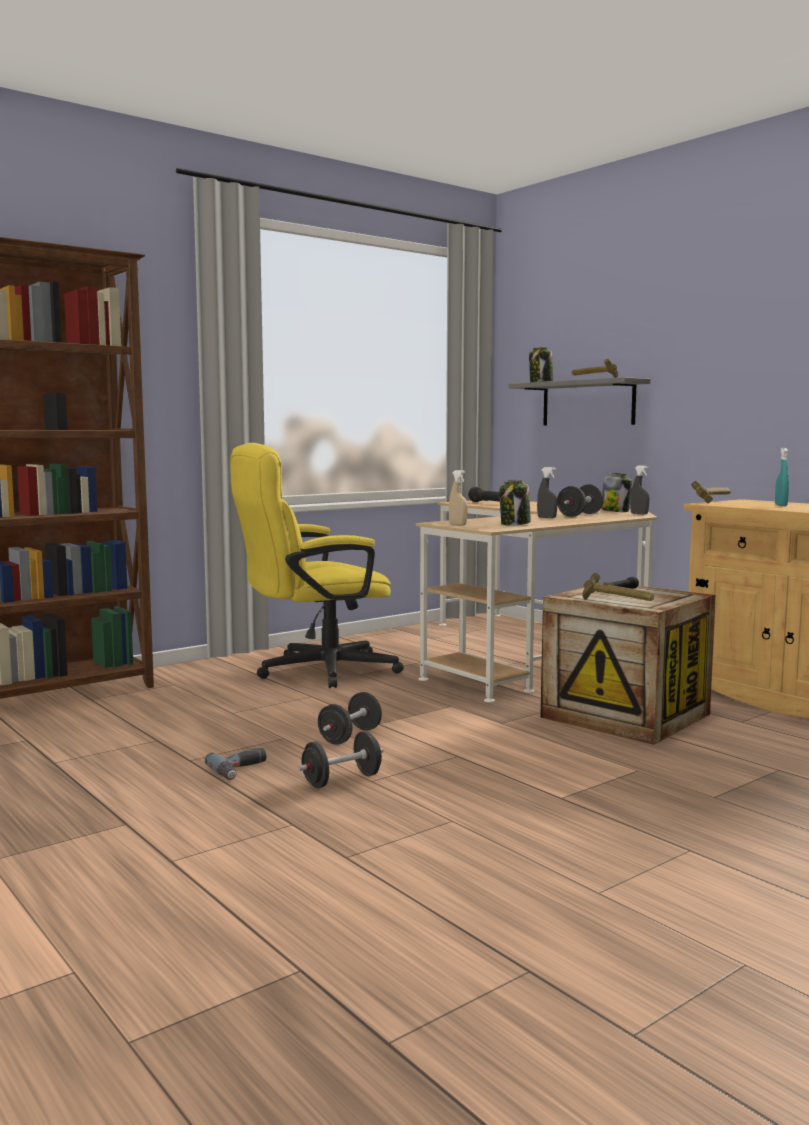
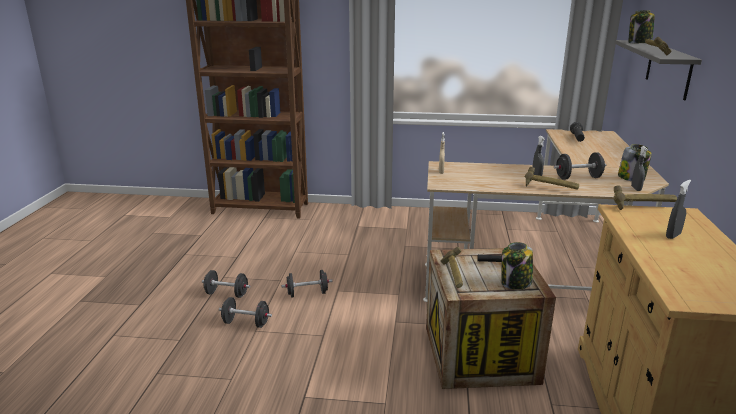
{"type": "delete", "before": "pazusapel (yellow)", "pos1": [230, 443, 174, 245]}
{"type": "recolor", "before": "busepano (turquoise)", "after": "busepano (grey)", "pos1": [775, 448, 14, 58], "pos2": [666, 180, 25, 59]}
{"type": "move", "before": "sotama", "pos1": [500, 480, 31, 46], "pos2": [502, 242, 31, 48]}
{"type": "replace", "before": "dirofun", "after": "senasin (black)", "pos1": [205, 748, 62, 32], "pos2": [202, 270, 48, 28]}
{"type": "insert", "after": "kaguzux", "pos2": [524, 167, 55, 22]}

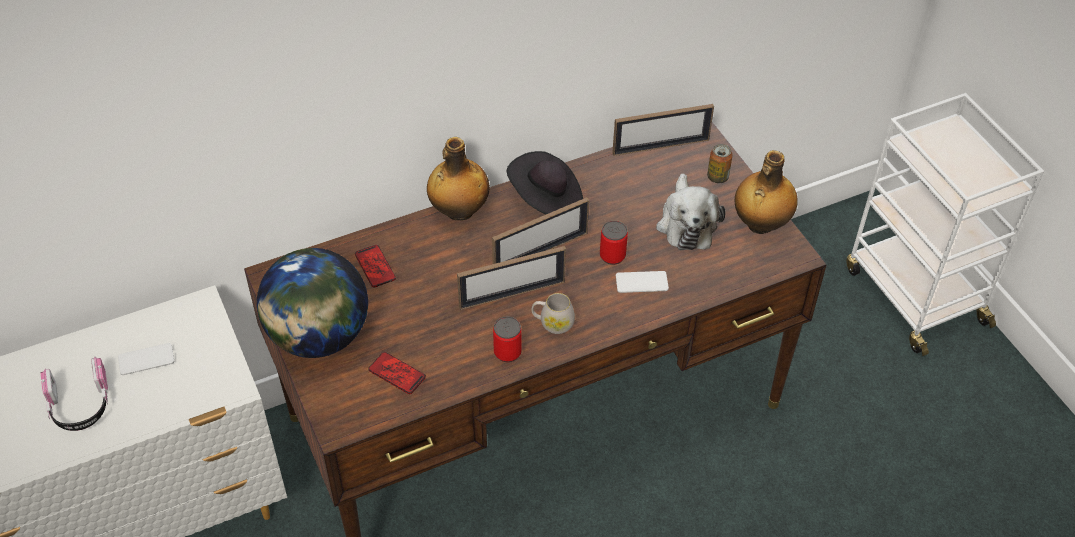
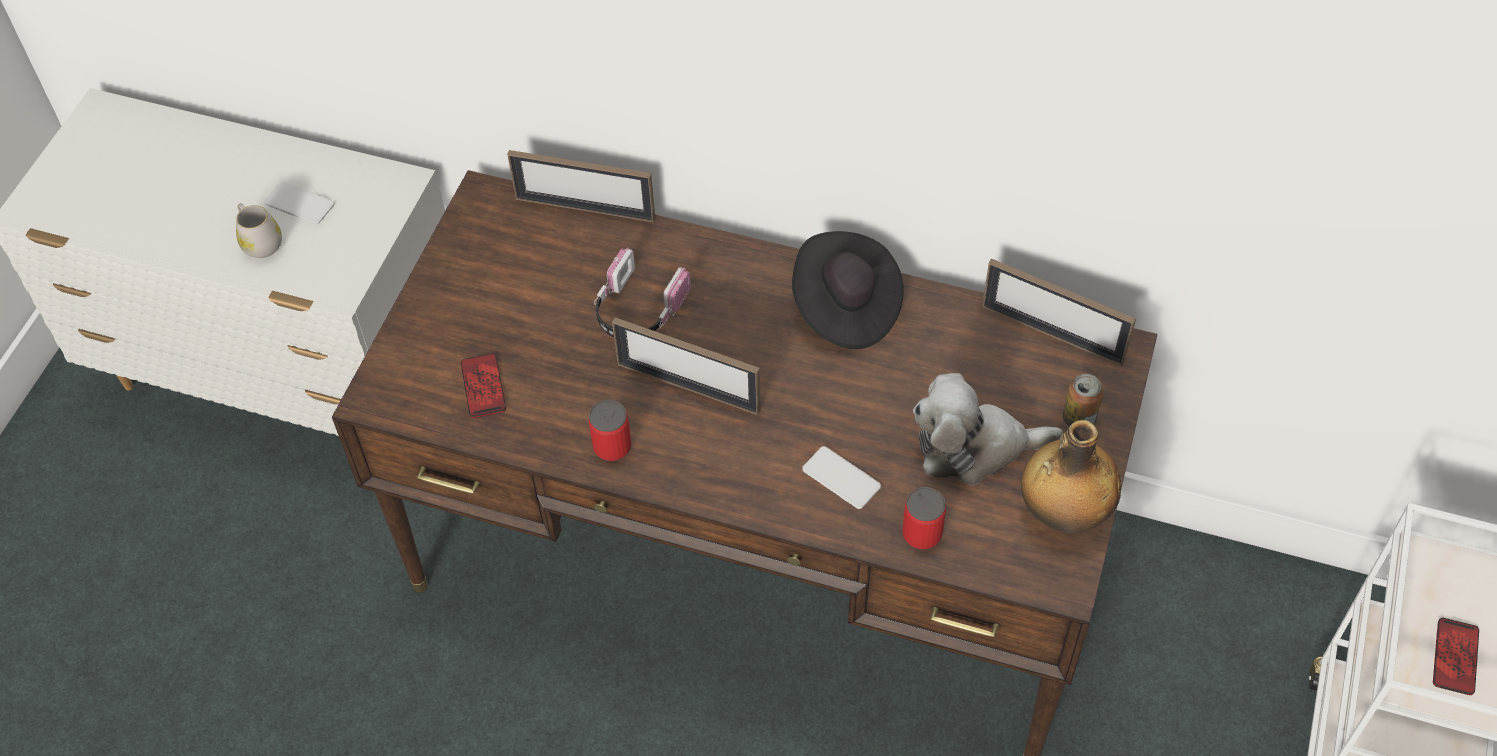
{"type": "delete", "before": "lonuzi", "pos1": [427, 137, 63, 84]}
{"type": "rotate", "before": "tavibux", "pos1": [656, 173, 70, 77], "pos2": [913, 373, 150, 112], "turn": 45}
{"type": "move", "before": "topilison", "pos1": [492, 197, 97, 67], "pos2": [507, 150, 148, 72]}
{"type": "move", "before": "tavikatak", "pos1": [600, 221, 28, 44], "pos2": [902, 487, 44, 63]}
{"type": "move", "before": "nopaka", "pos1": [355, 245, 41, 42], "pos2": [1433, 618, 46, 77]}
{"type": "delete", "before": "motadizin", "pos1": [257, 248, 111, 110]}
{"type": "move", "before": "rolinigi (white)", "pos1": [532, 293, 43, 41], "pos2": [236, 203, 46, 55]}
{"type": "move", "before": "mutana", "pos1": [41, 357, 67, 74], "pos2": [594, 247, 97, 91]}

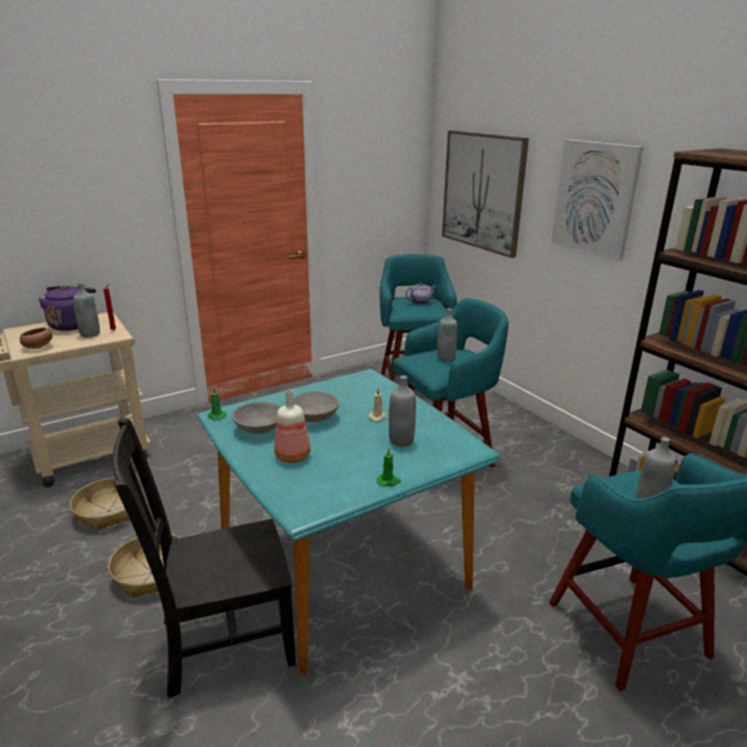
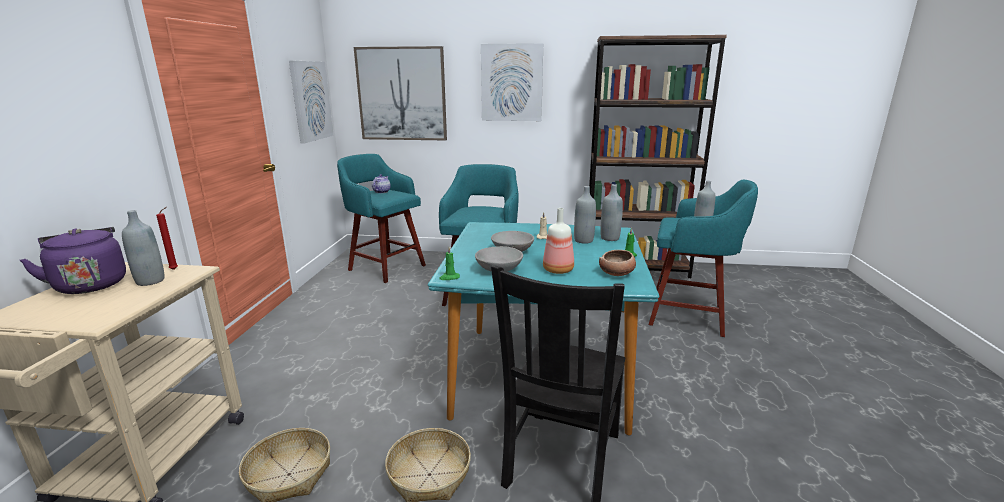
{"type": "move", "before": "lonuzi (grey)", "pos1": [437, 308, 21, 53], "pos2": [600, 184, 23, 57]}
{"type": "move", "before": "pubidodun", "pos1": [20, 327, 32, 22], "pos2": [599, 250, 37, 26]}
{"type": "insert", "after": "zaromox", "pos2": [289, 61, 45, 83]}

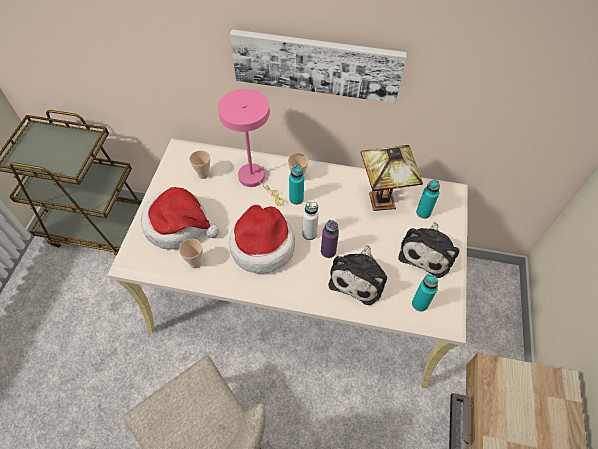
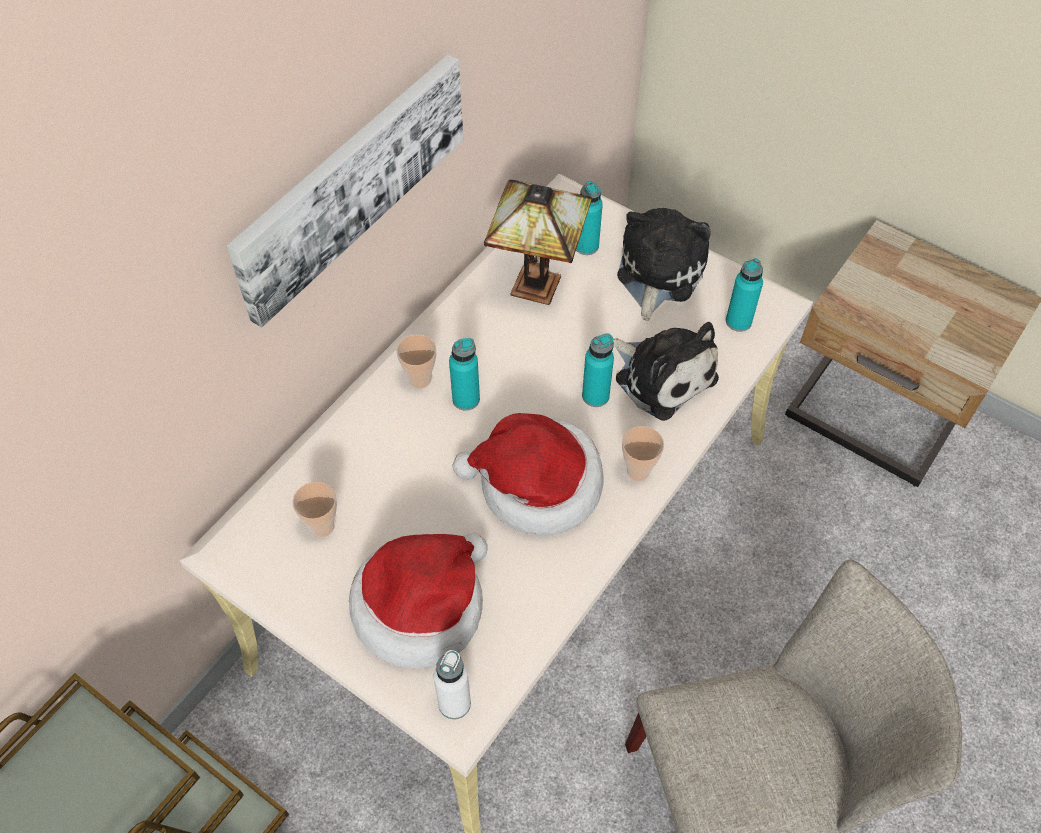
{"type": "delete", "before": "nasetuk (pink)", "pos1": [218, 89, 66, 117]}
{"type": "move", "before": "lonuzi (white)", "pos1": [302, 201, 17, 39], "pos2": [433, 650, 38, 69]}
{"type": "recolor", "before": "lonuzi (purple)", "after": "lonuzi (turquoise)", "pos1": [321, 220, 18, 38], "pos2": [582, 333, 32, 74]}
{"type": "rotate", "before": "tavibux", "pos1": [398, 222, 62, 56], "pos2": [617, 208, 94, 113], "turn": -120}
{"type": "move", "before": "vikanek", "pos1": [179, 239, 24, 29], "pos2": [622, 426, 42, 55]}

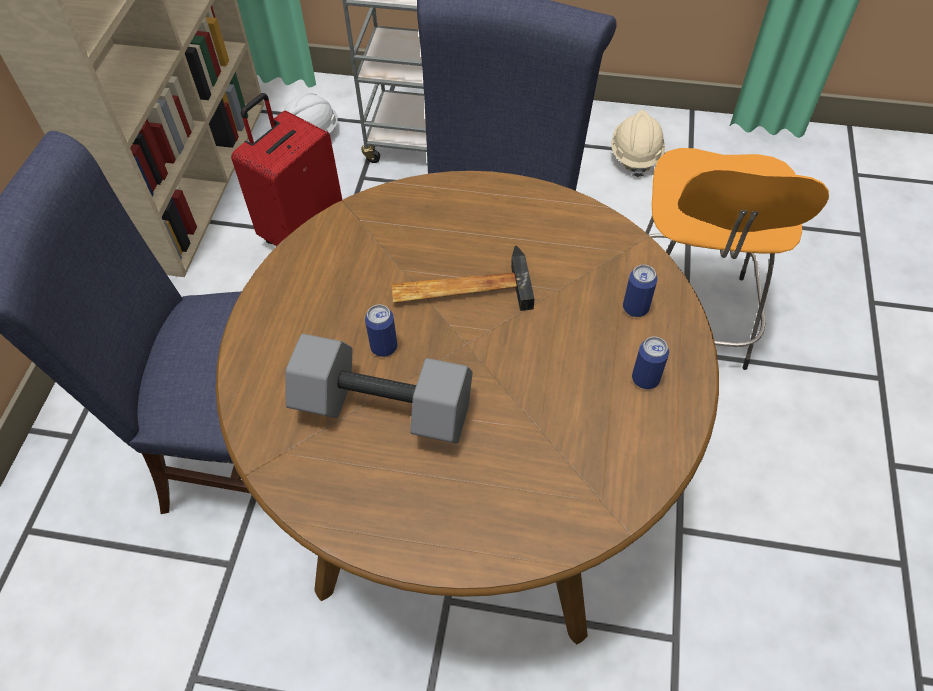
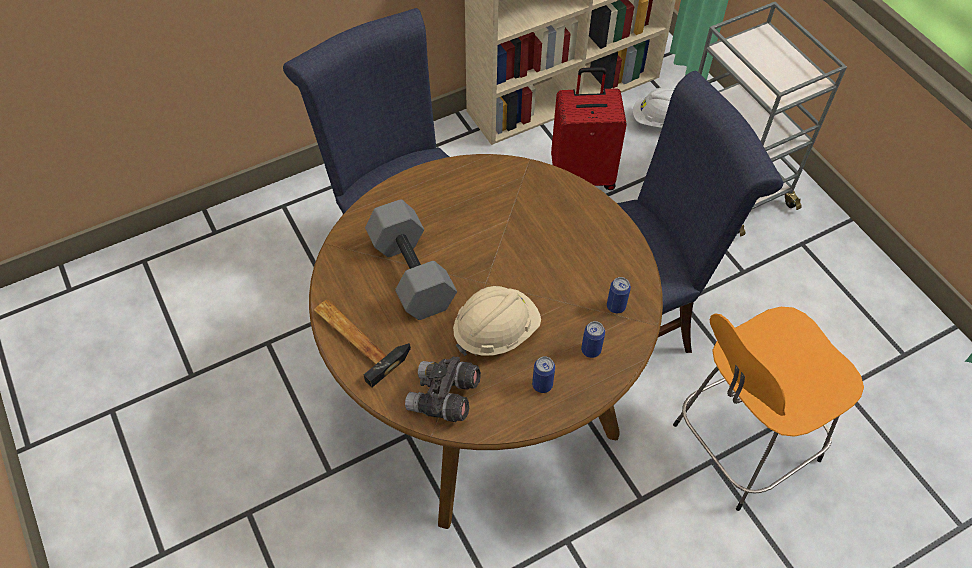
{"type": "move", "before": "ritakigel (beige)", "pos1": [611, 110, 54, 67], "pos2": [453, 286, 88, 70]}
{"type": "move", "before": "kaguzux", "pos1": [391, 246, 144, 65], "pos2": [314, 299, 97, 88]}
{"type": "move", "before": "tavikatak", "pos1": [365, 304, 32, 53], "pos2": [607, 277, 24, 36]}
{"type": "insert", "after": "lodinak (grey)", "pos2": [405, 356, 76, 66]}

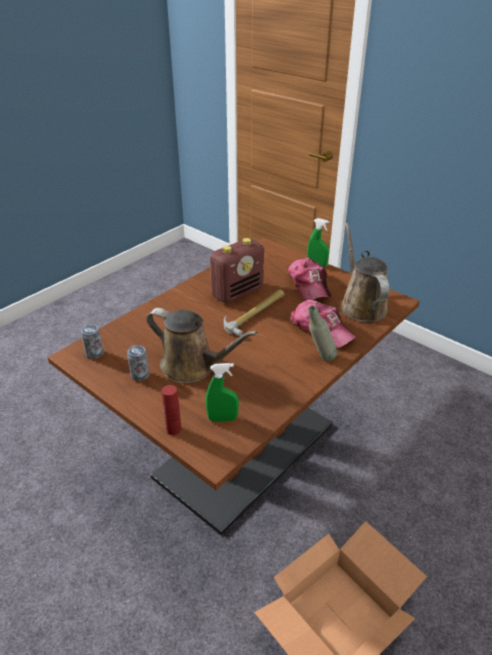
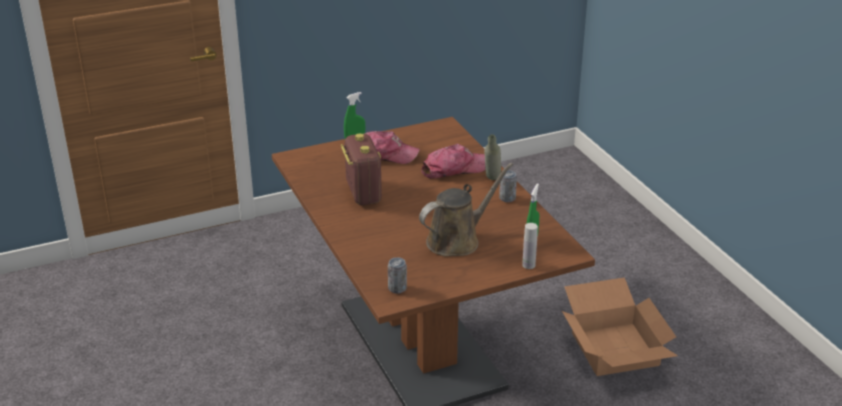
{"type": "delete", "before": "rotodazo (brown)", "pos1": [340, 223, 49, 99]}
{"type": "delete", "before": "kaguzux", "pos1": [224, 290, 60, 46]}
{"type": "move", "before": "tavikatak", "pos1": [127, 345, 23, 36], "pos2": [499, 170, 18, 32]}
{"type": "recolor", "before": "lonuzi (red)", "after": "lonuzi (white)", "pos1": [162, 385, 19, 50], "pos2": [522, 223, 16, 46]}

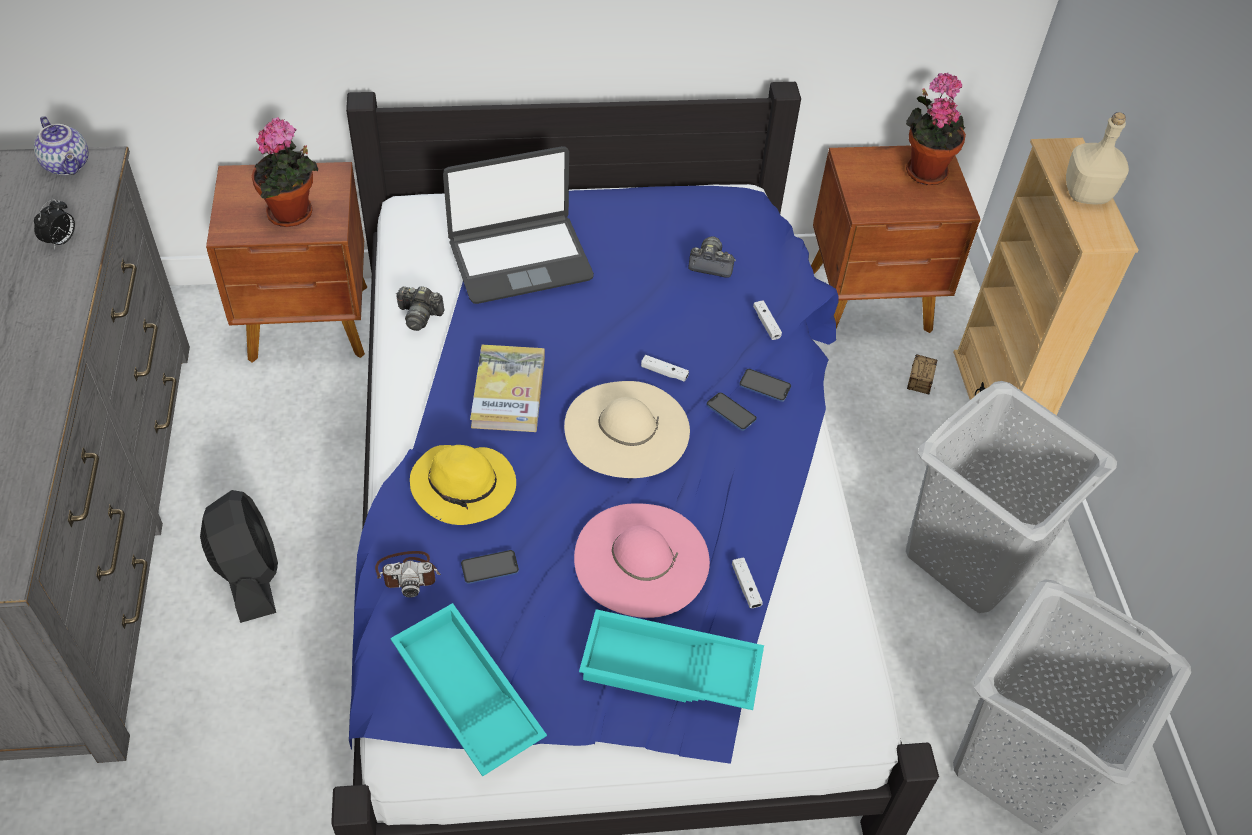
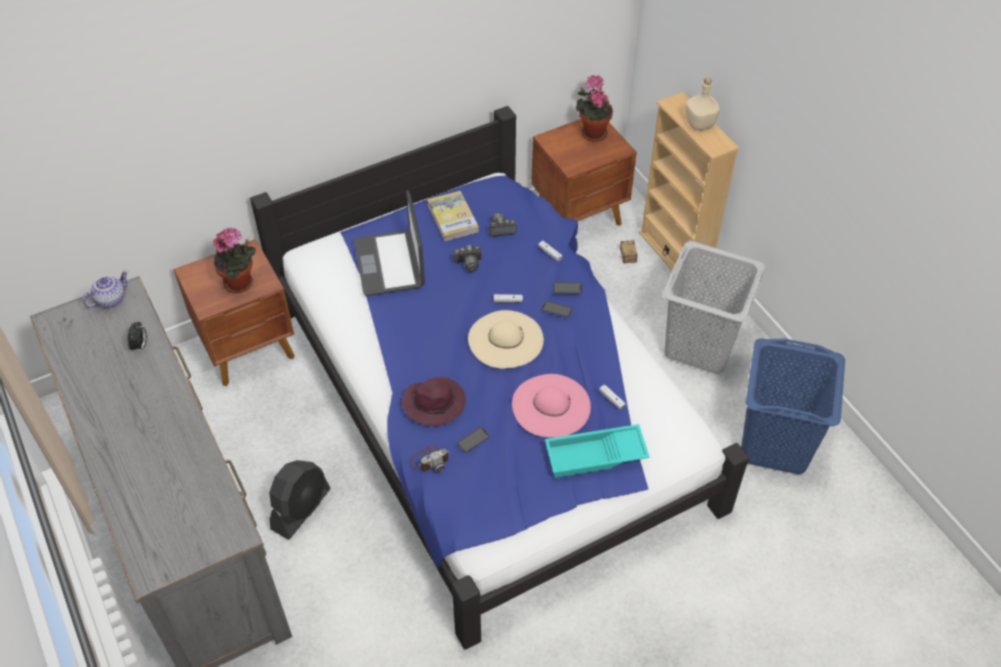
{"type": "rotate", "before": "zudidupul", "pos1": [34, 116, 55, 59], "pos2": [83, 270, 46, 38], "turn": -75}
{"type": "rotate", "before": "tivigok", "pos1": [443, 146, 151, 158], "pos2": [354, 191, 71, 105], "turn": 120}
{"type": "move", "before": "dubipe", "pos1": [396, 286, 48, 45], "pos2": [453, 245, 29, 27]}
{"type": "move", "before": "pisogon", "pos1": [470, 345, 75, 87], "pos2": [427, 191, 52, 50]}
{"type": "recolor", "before": "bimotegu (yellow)", "after": "bimotegu (purple)", "pos1": [410, 445, 106, 80], "pos2": [402, 377, 64, 49]}
{"type": "rotate", "before": "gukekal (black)", "pos1": [200, 490, 78, 133], "pos2": [269, 460, 61, 80], "turn": 75}
{"type": "recolor", "before": "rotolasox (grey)", "after": "rotolasox (blue)", "pos1": [953, 579, 238, 256], "pos2": [741, 338, 104, 136]}
{"type": "delete", "before": "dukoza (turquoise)", "pos1": [390, 603, 157, 174]}

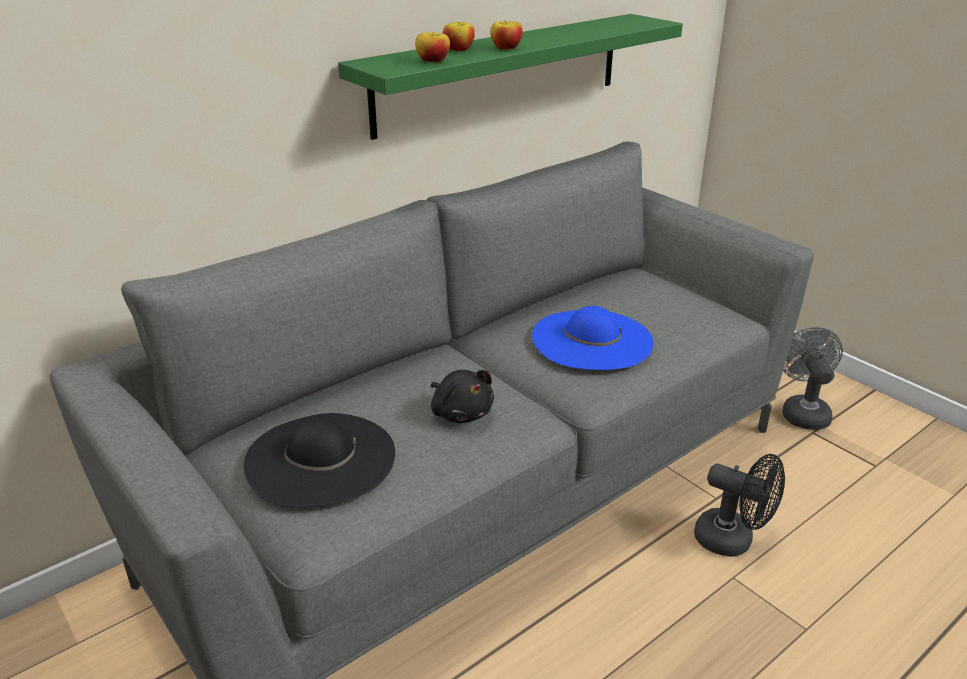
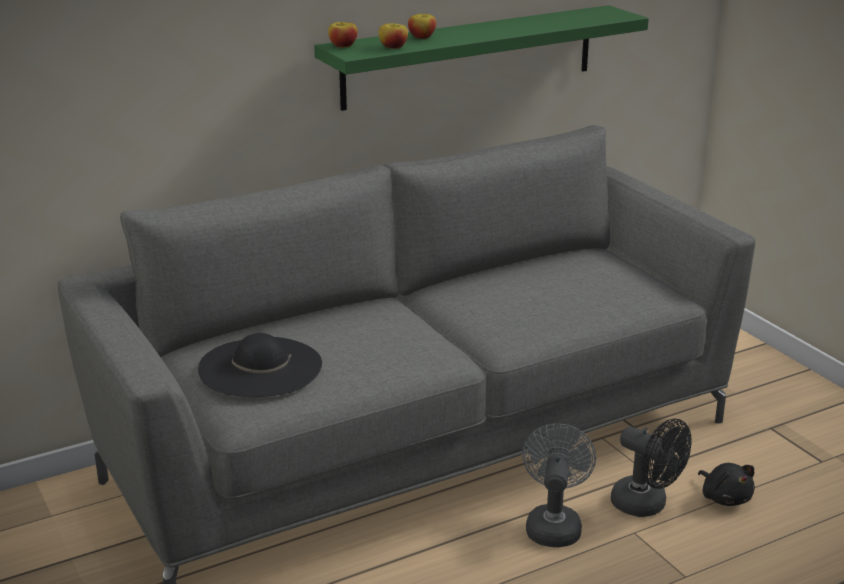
{"type": "move", "before": "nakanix", "pos1": [490, 21, 33, 29], "pos2": [328, 22, 30, 25]}
{"type": "delete", "before": "bimotegu (blue)", "pos1": [532, 306, 122, 64]}
{"type": "move", "before": "gukekal (grey)", "pos1": [782, 327, 61, 103], "pos2": [522, 424, 74, 123]}
{"type": "move", "before": "tavibux (black)", "pos1": [431, 370, 63, 53], "pos2": [698, 463, 57, 43]}

